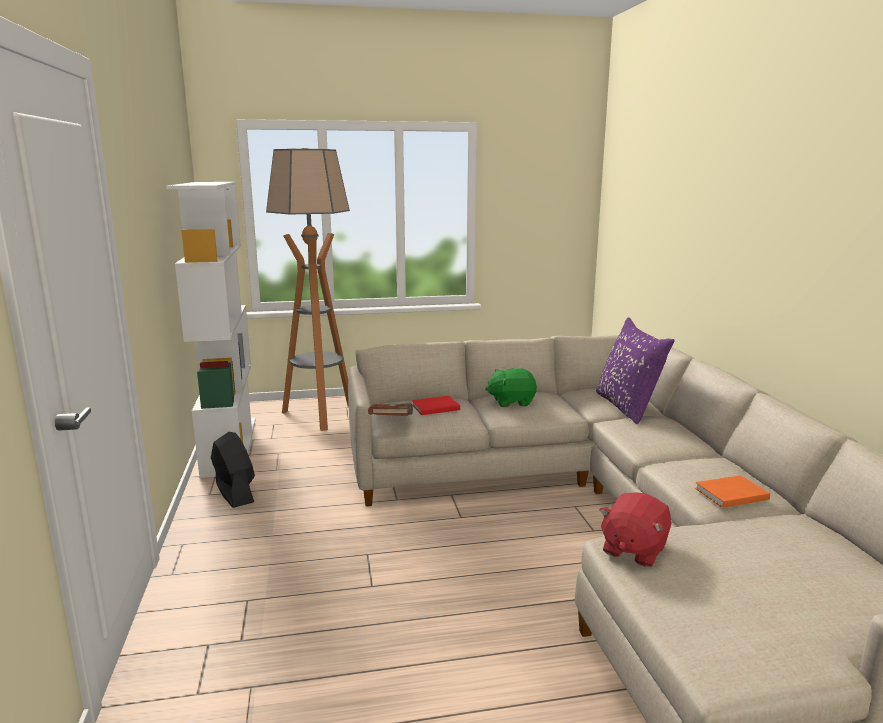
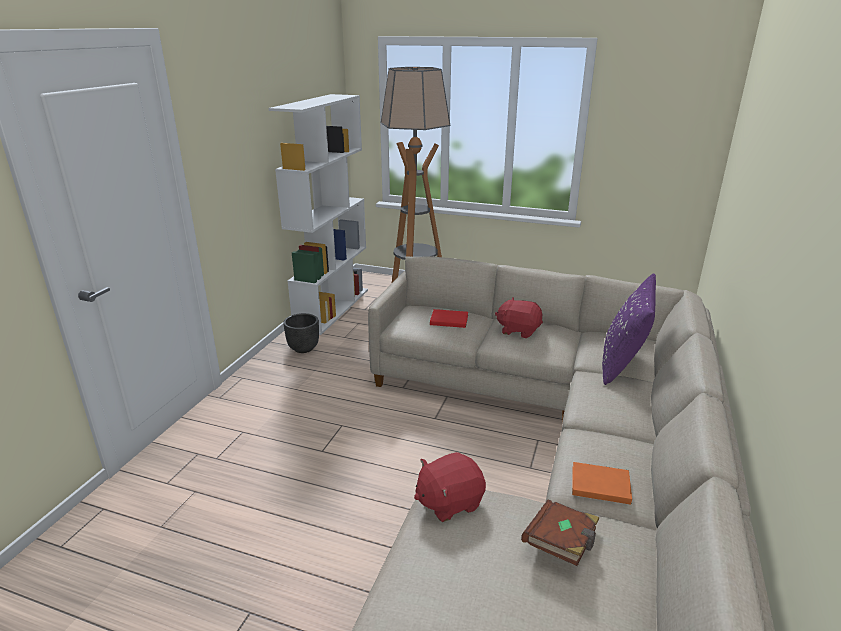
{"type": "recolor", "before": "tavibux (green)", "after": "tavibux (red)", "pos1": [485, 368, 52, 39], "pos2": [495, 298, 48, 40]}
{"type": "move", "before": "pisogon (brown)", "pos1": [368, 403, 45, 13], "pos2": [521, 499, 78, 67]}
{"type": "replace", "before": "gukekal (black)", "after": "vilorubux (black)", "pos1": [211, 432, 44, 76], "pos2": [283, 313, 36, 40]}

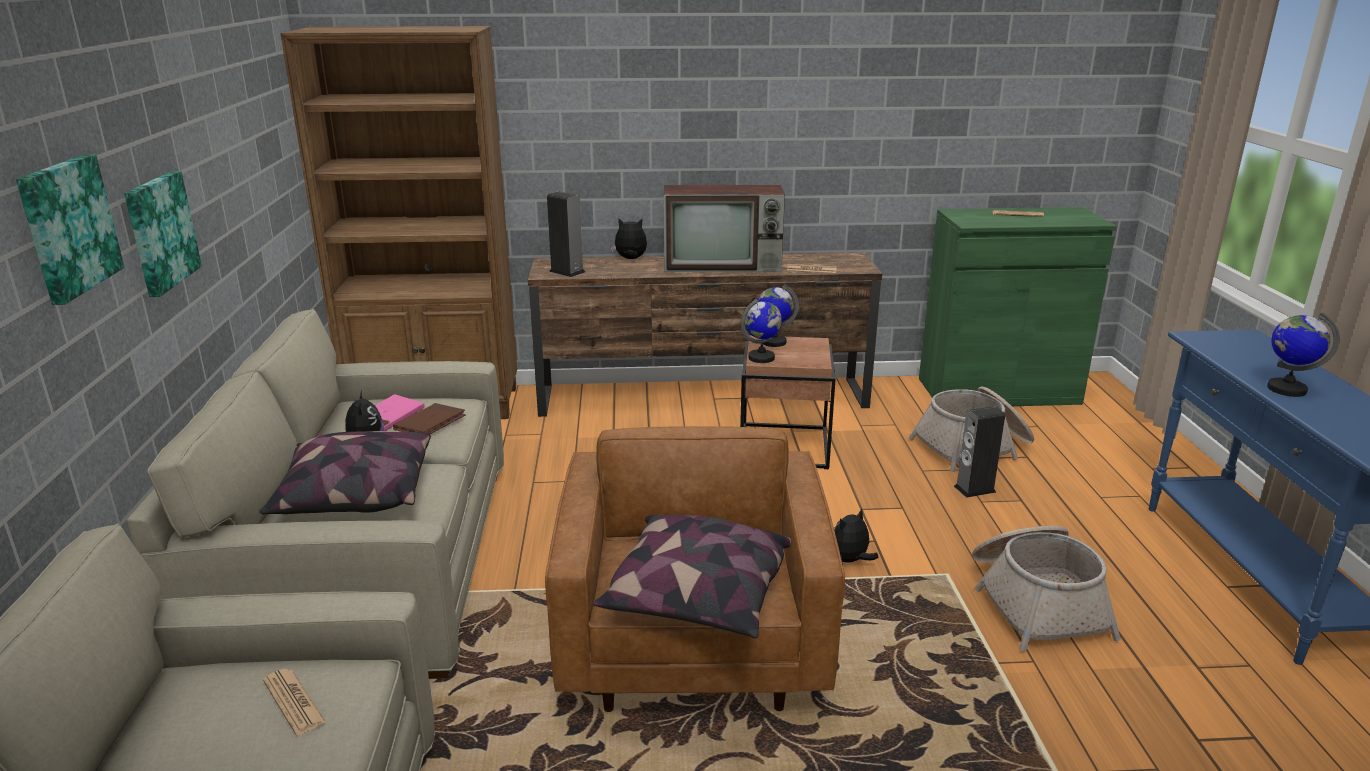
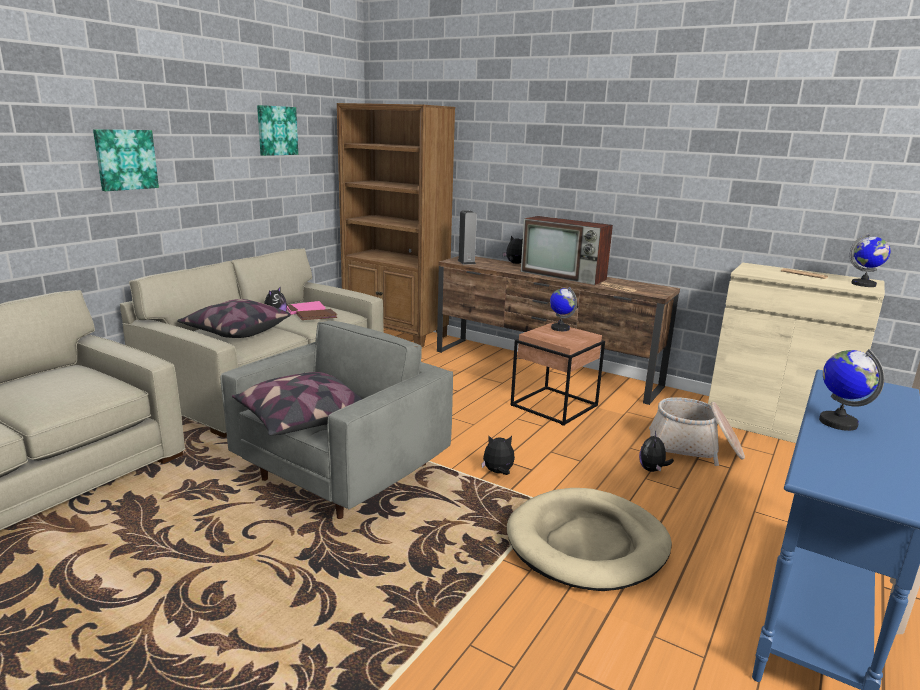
{"type": "move", "before": "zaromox", "pos1": [124, 171, 78, 126], "pos2": [257, 105, 41, 51]}
{"type": "recolor", "before": "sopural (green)", "after": "sopural (beige)", "pos1": [919, 207, 198, 199], "pos2": [708, 263, 177, 180]}
{"type": "move", "before": "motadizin", "pos1": [741, 299, 41, 64], "pos2": [850, 232, 40, 55]}
{"type": "replace", "before": "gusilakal", "after": "tavibux", "pos1": [954, 406, 51, 92], "pos2": [639, 431, 35, 41]}
{"type": "recolor", "before": "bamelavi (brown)", "after": "bamelavi (grey)", "pos1": [545, 426, 300, 286], "pos2": [221, 321, 232, 198]}
{"type": "replace", "before": "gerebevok", "after": "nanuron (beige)", "pos1": [972, 526, 149, 126], "pos2": [507, 488, 165, 103]}
{"type": "delete", "before": "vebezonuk", "pos1": [263, 669, 63, 66]}

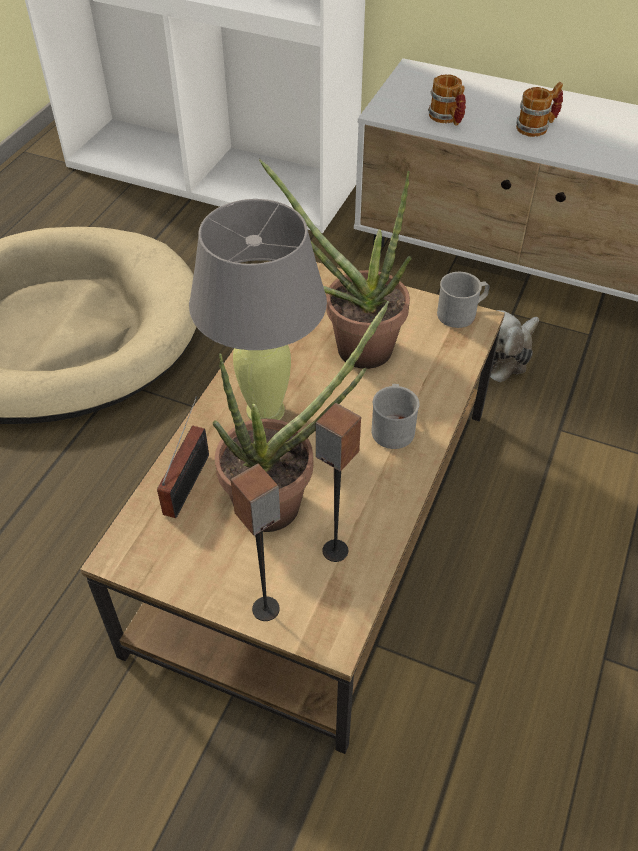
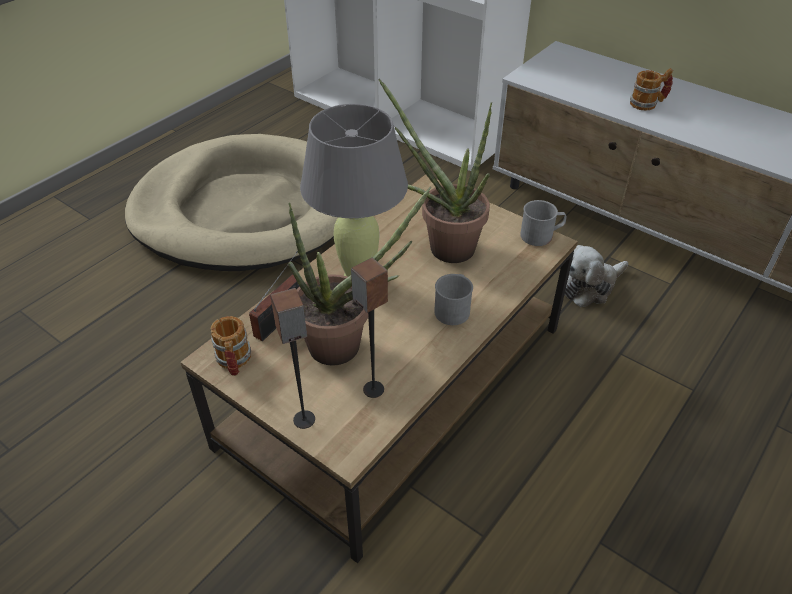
{"type": "move", "before": "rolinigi", "pos1": [428, 74, 38, 52], "pos2": [211, 316, 40, 60]}

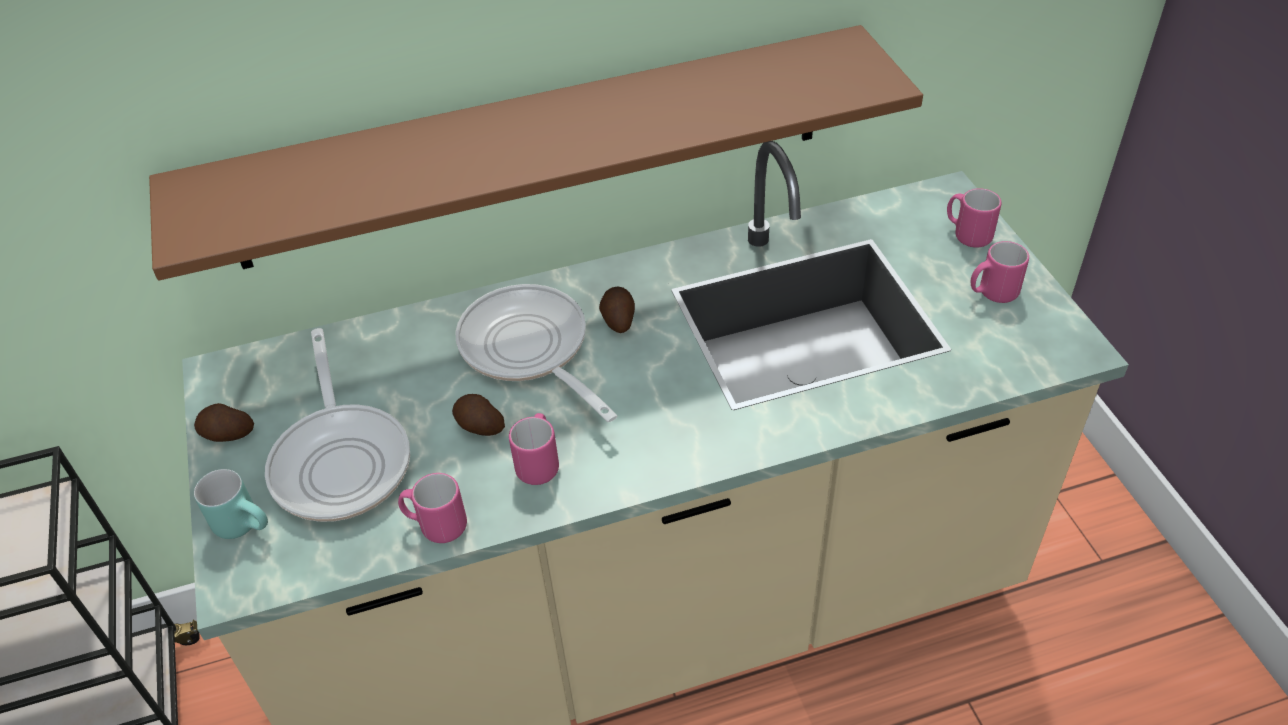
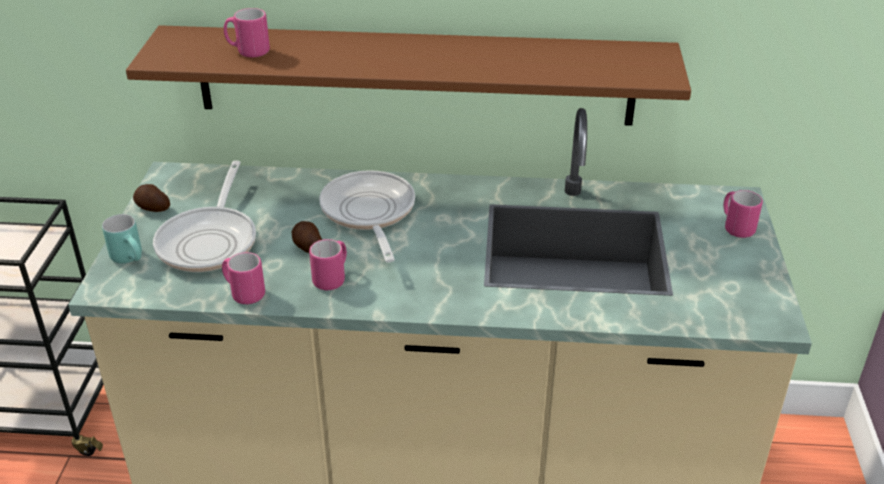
{"type": "move", "before": "rolinigi (pink)", "pos1": [971, 241, 58, 62], "pos2": [224, 8, 46, 49]}
{"type": "delete", "before": "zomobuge", "pos1": [599, 286, 36, 47]}

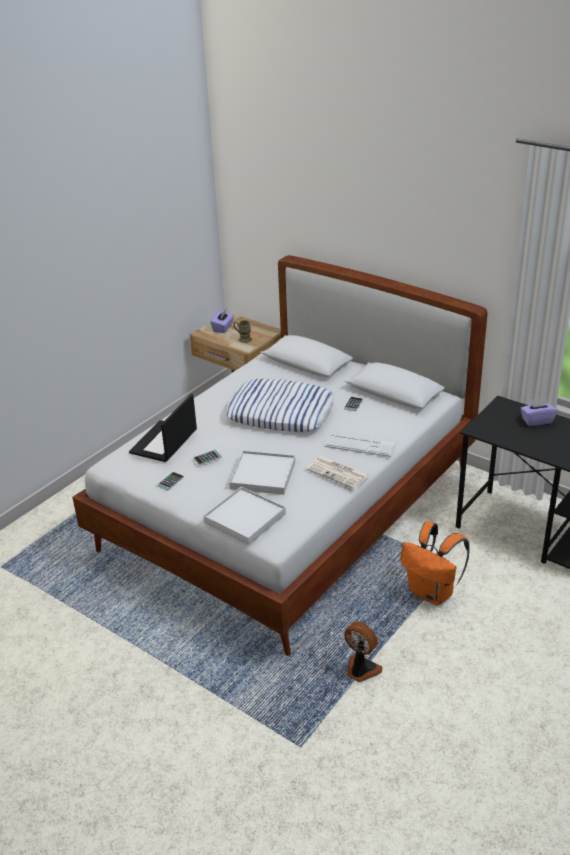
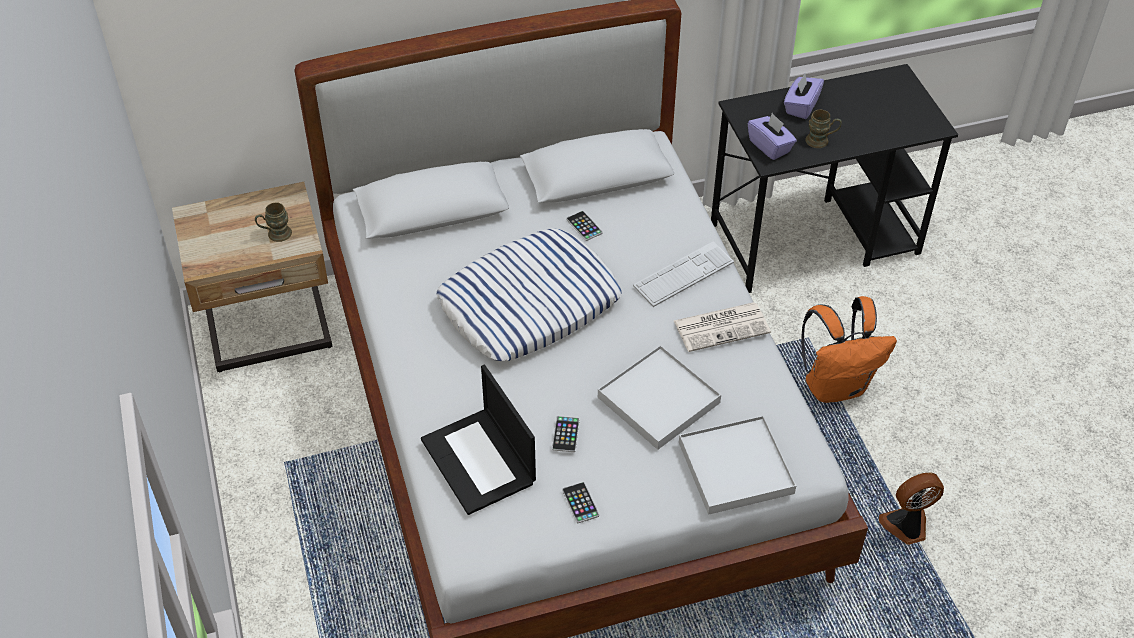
{"type": "move", "before": "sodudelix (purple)", "pos1": [210, 310, 24, 23], "pos2": [748, 113, 49, 47]}
{"type": "insert", "after": "rolinigi (brown)", "pos2": [805, 110, 37, 38]}

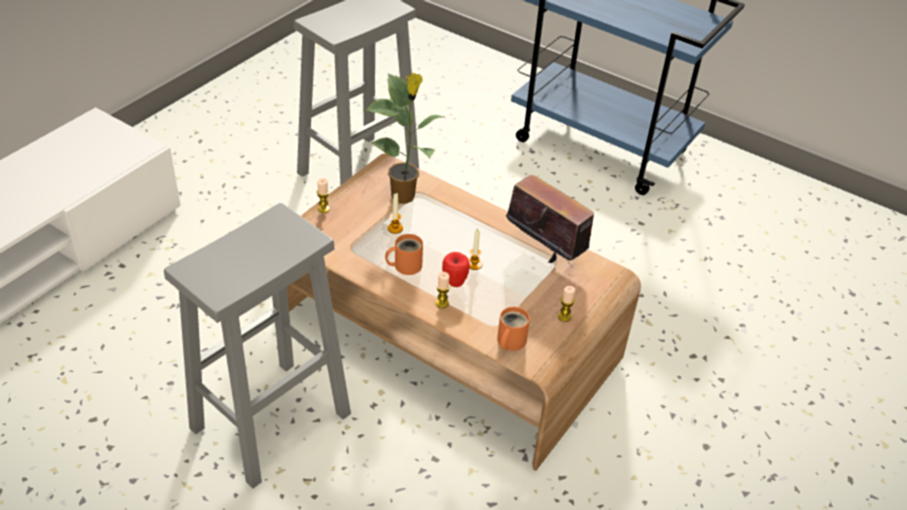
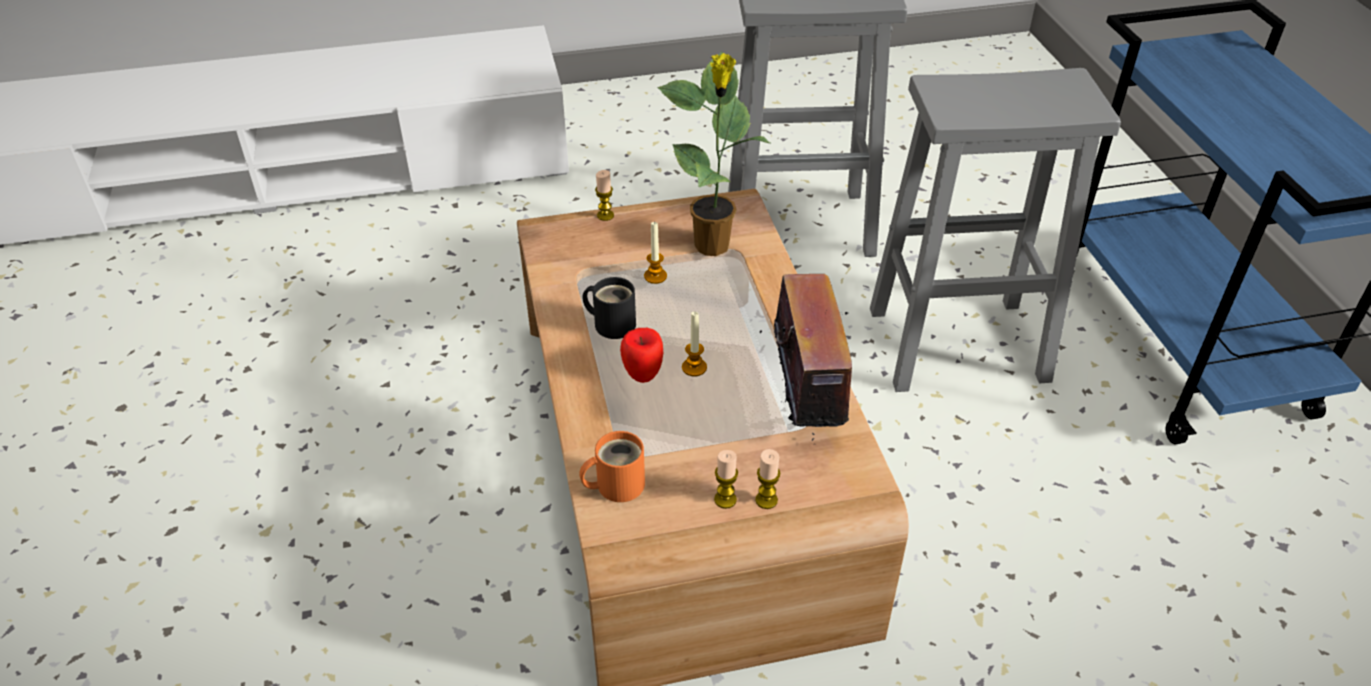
{"type": "move", "before": "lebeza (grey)", "pos1": [164, 203, 187, 285], "pos2": [870, 68, 251, 324]}
{"type": "recolor", "before": "rolinigi (orange)", "after": "rolinigi (black)", "pos1": [385, 234, 38, 41], "pos2": [582, 277, 54, 62]}
{"type": "move", "before": "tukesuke", "pos1": [436, 272, 14, 36], "pos2": [755, 449, 25, 60]}

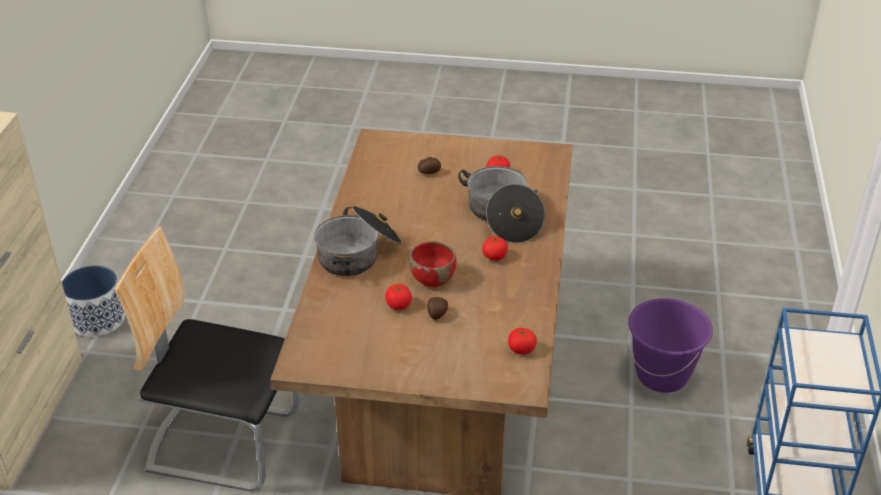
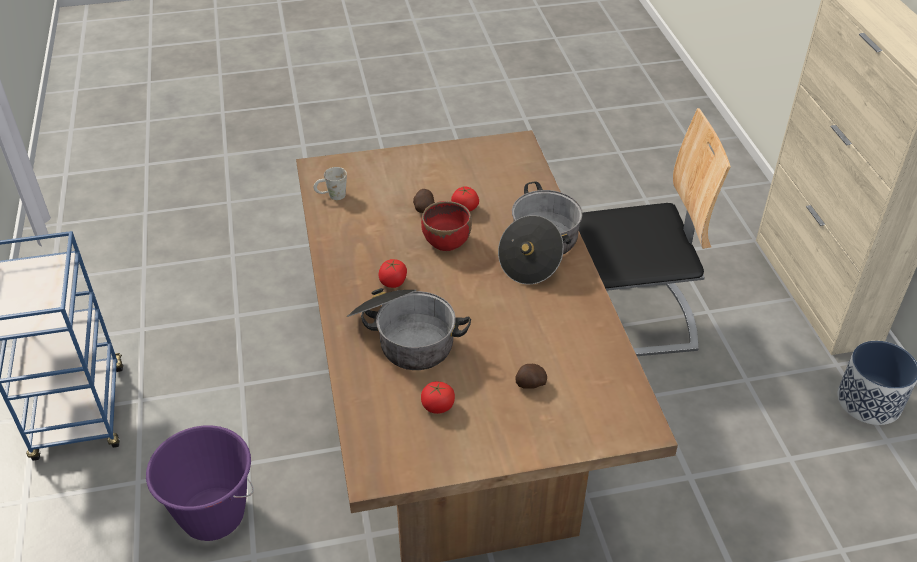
{"type": "replace", "before": "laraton", "after": "rolinigi (white)", "pos1": [508, 328, 29, 27], "pos2": [314, 167, 33, 33]}

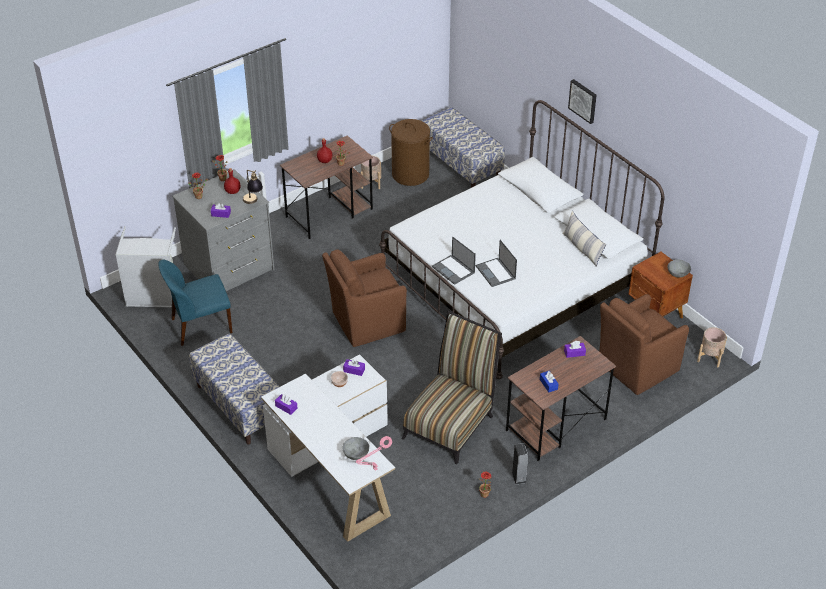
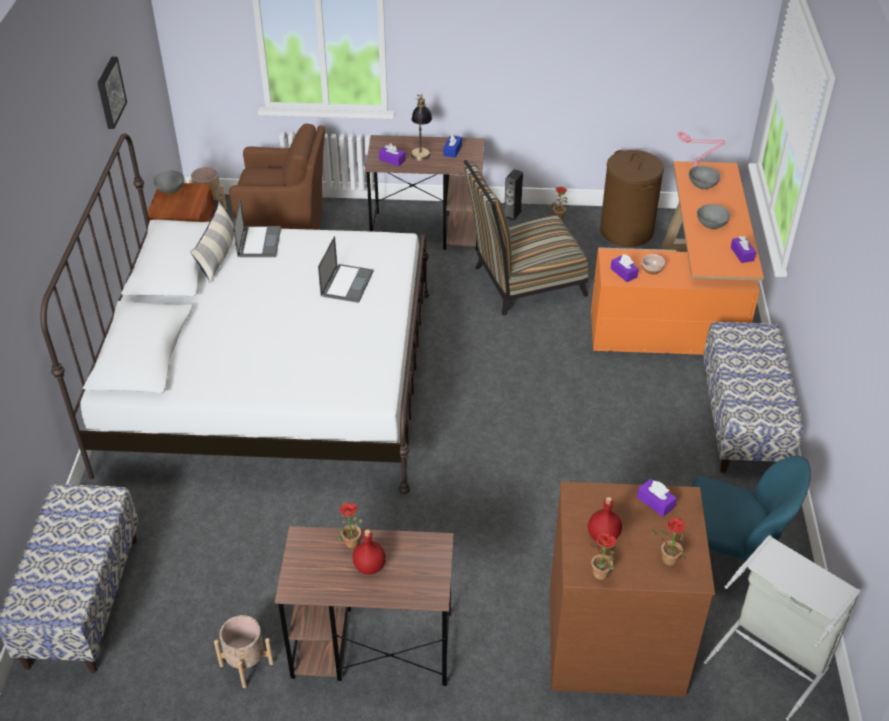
{"type": "move", "before": "zaromox", "pos1": [568, 79, 29, 45], "pos2": [98, 57, 29, 72]}
{"type": "move", "before": "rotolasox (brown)", "pos1": [389, 119, 44, 67], "pos2": [600, 150, 64, 97]}
{"type": "recolor", "before": "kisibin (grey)", "after": "kisibin (brown)", "pos1": [172, 169, 103, 122], "pos2": [550, 481, 165, 216]}
{"type": "move", "before": "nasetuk", "pos1": [243, 170, 20, 34], "pos2": [411, 94, 21, 67]}
{"type": "move", "before": "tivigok", "pos1": [432, 236, 44, 49], "pos2": [233, 199, 48, 58]}
{"type": "delete", "before": "bamelavi (brown)", "pos1": [322, 249, 85, 98]}
{"type": "recolor", "before": "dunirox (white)", "after": "dunirox (orange)", "pos1": [261, 354, 134, 188], "pos2": [591, 161, 173, 194]}
{"type": "insert", "after": "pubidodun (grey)", "pos2": [697, 204, 33, 25]}

